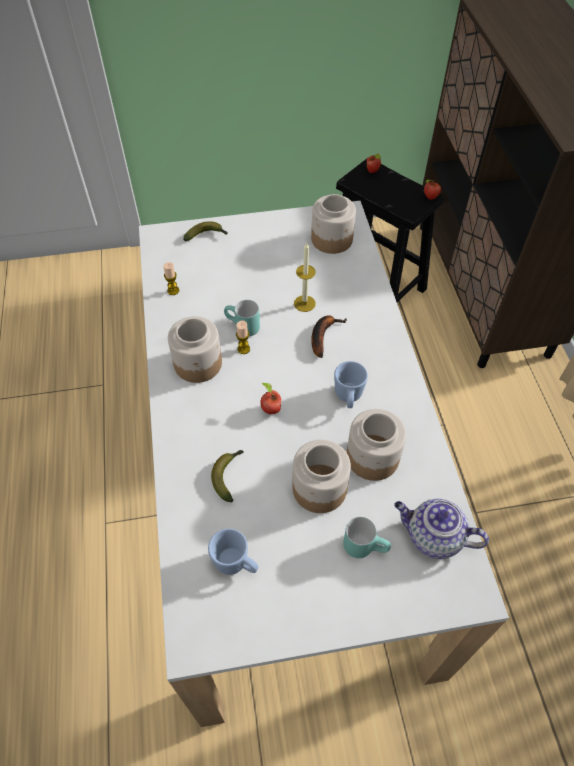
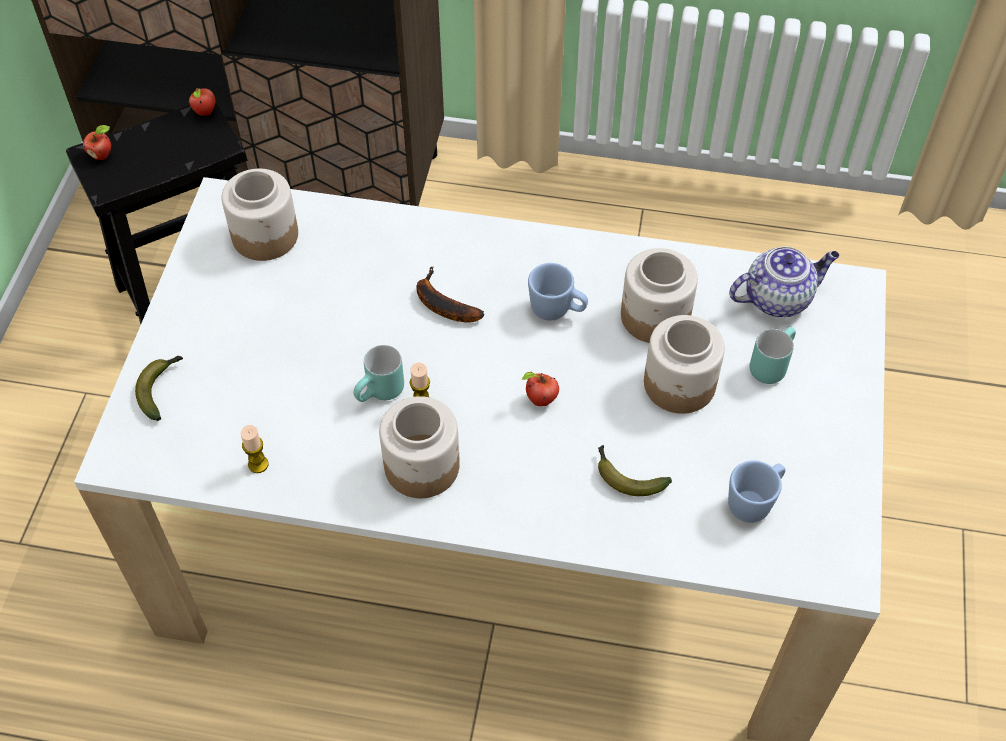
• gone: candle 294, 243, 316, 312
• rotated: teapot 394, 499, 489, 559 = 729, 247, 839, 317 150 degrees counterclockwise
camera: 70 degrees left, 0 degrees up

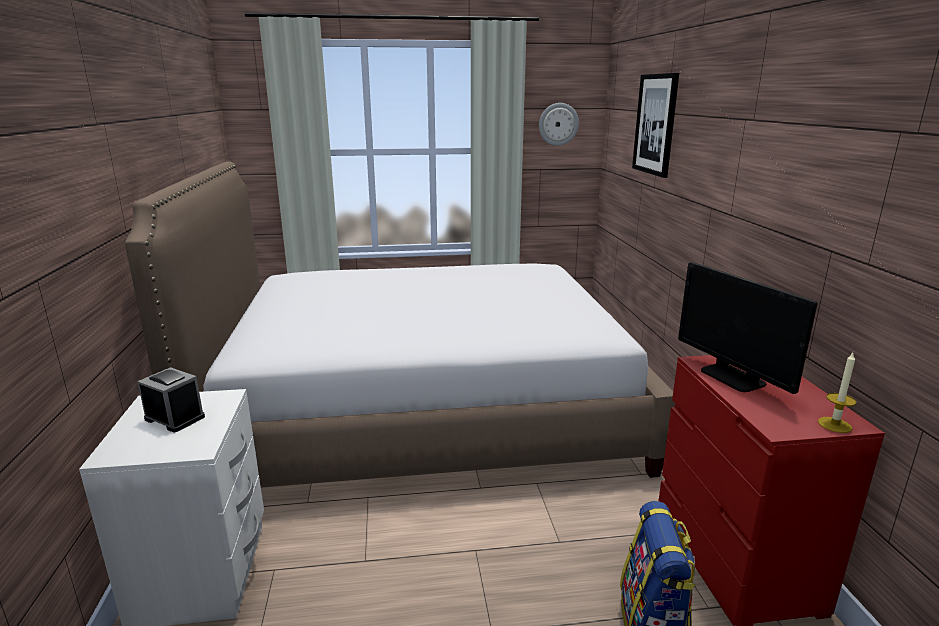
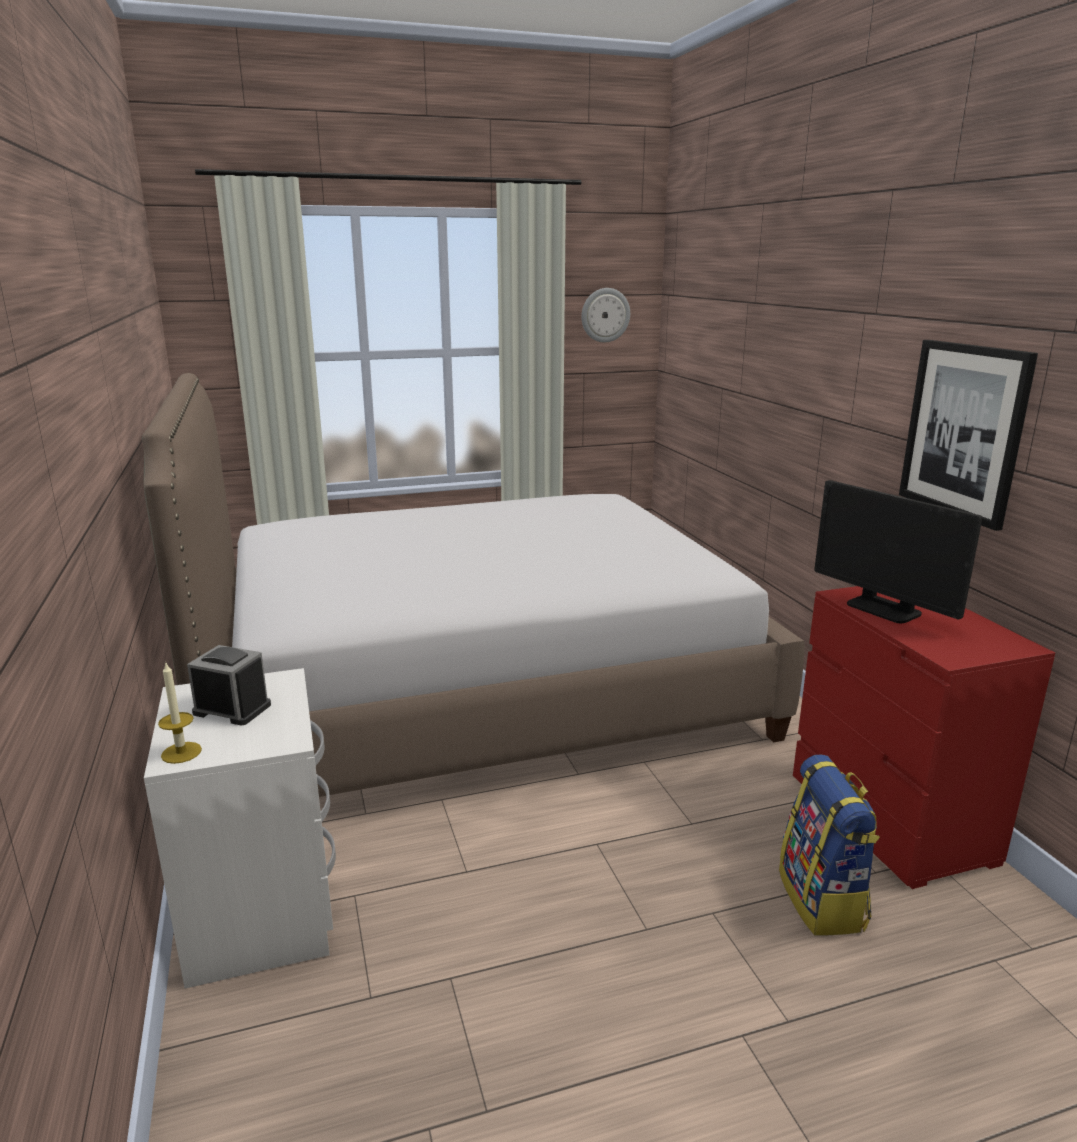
• shifted: picture 632, 73, 679, 178 to 899, 340, 1038, 531
• shifted: candle 818, 353, 857, 433 to 158, 663, 202, 764
camera: 10 degrees left, 0 degrees up

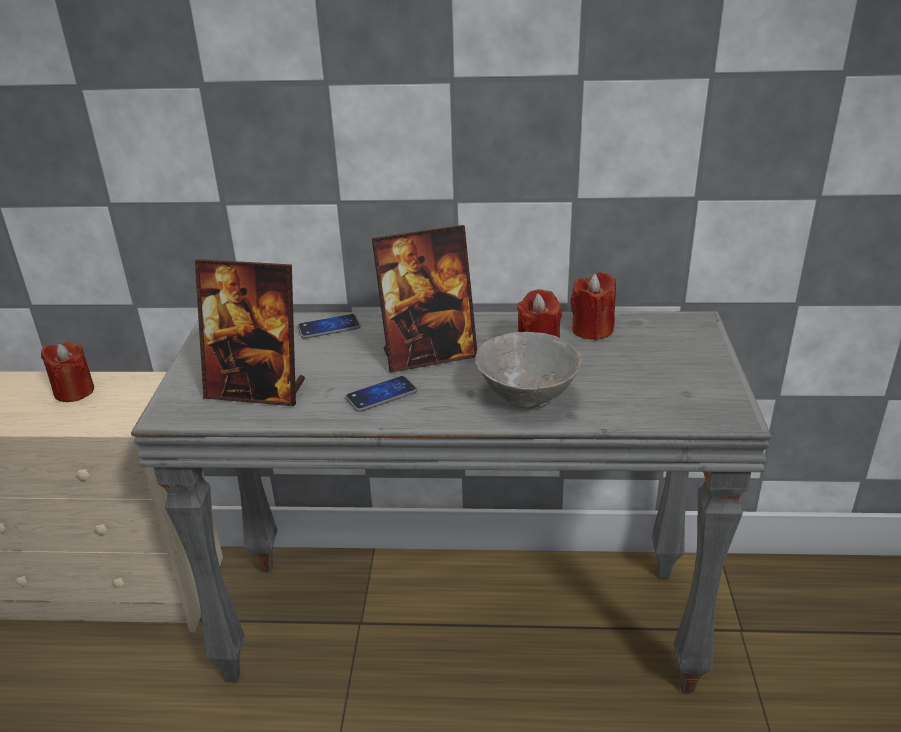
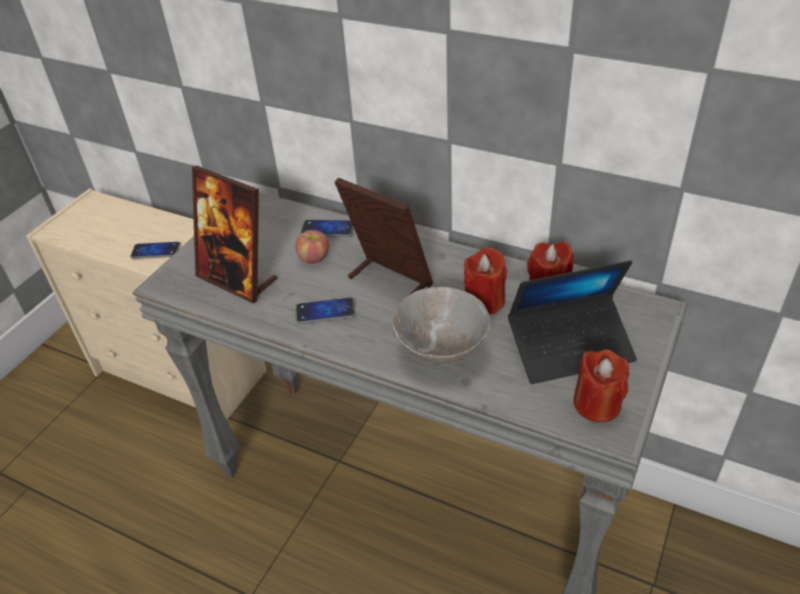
• shifted: candle (red) 41, 342, 94, 402 to 574, 349, 629, 423
• rotated: picture frame 372, 225, 477, 373 = 335, 178, 433, 295 150 degrees counterclockwise
• new: phone 130, 242, 181, 259
• new: apple 295, 230, 329, 264
• new: laptop 508, 260, 637, 384
camera: 25 degrees right, 10 degrees up

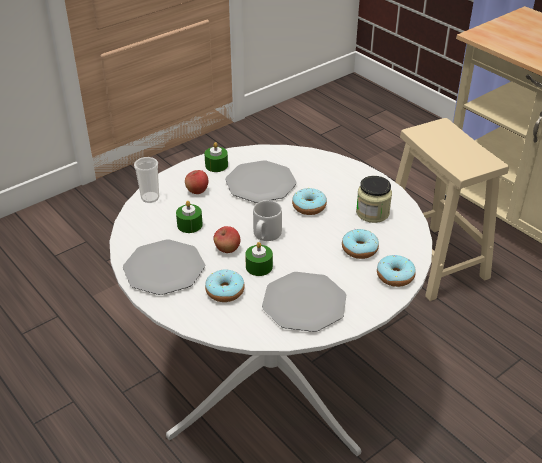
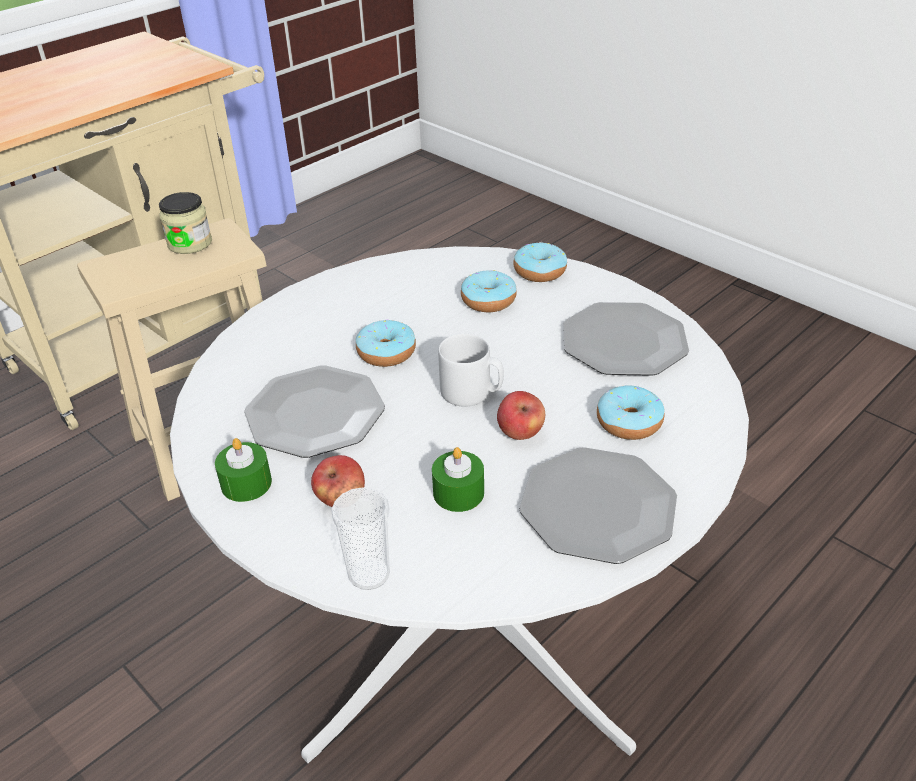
• gone: candle (green) 245, 242, 273, 276
• shifted: jar 356, 176, 392, 223 to 159, 192, 212, 254
camera: 95 degrees left, 0 degrees up

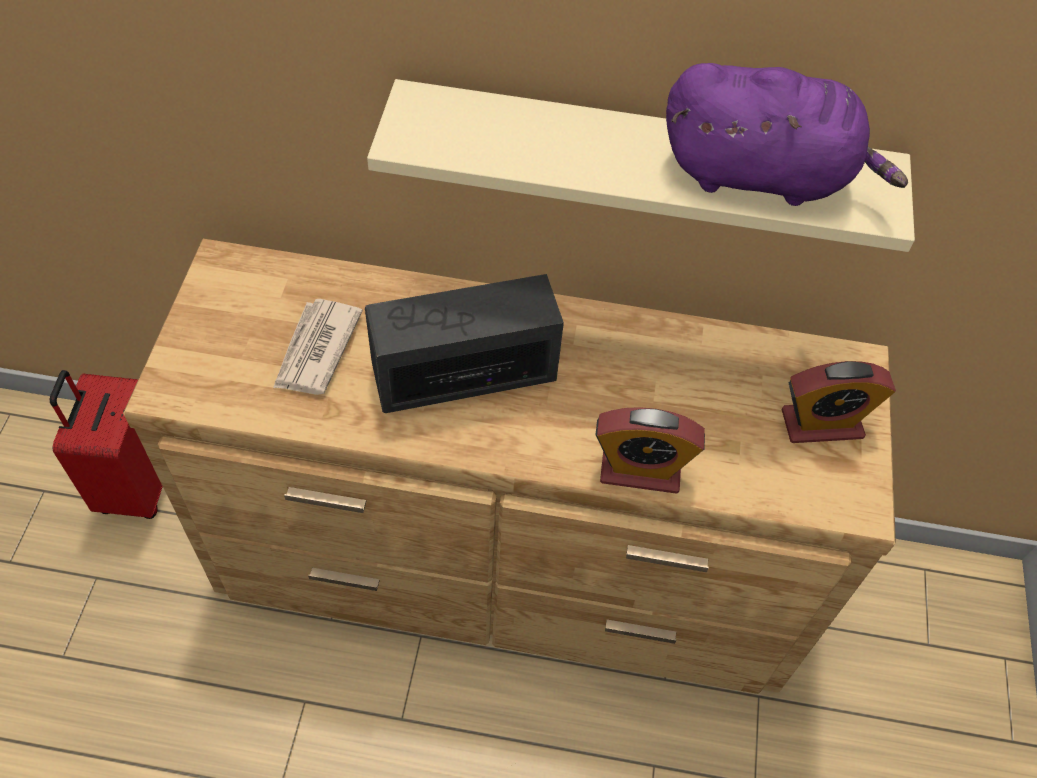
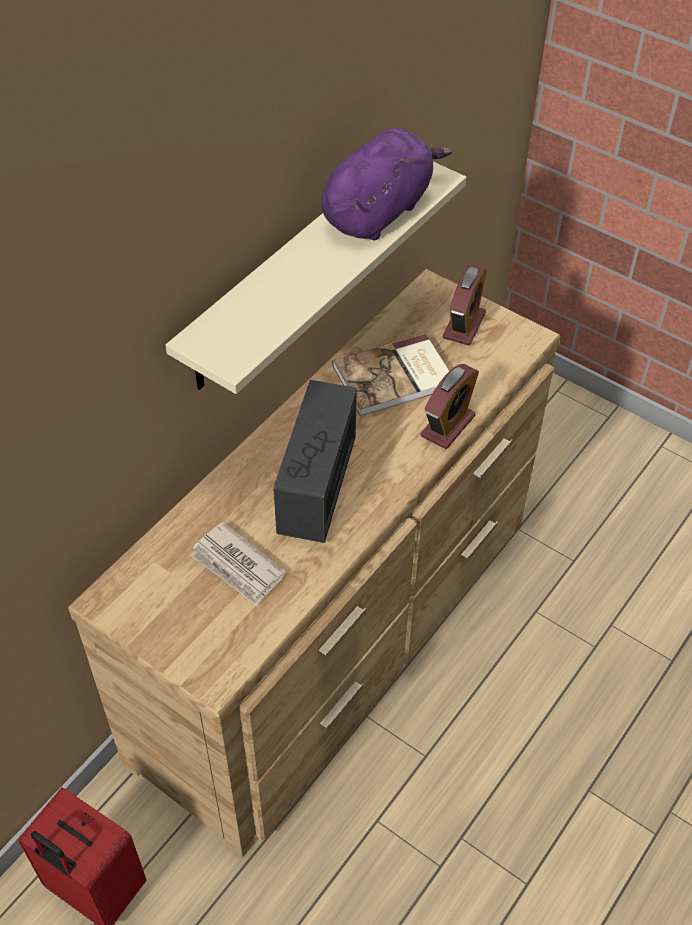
• new: book 332, 334, 449, 416
camera: 60 degrees left, 5 degrees down

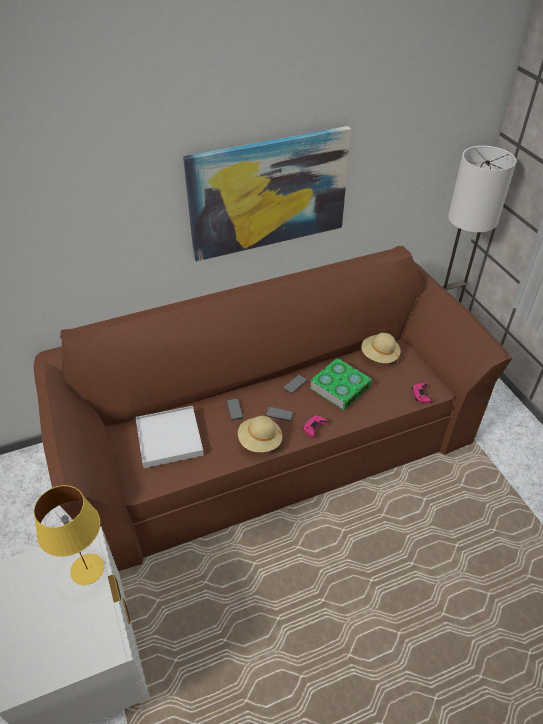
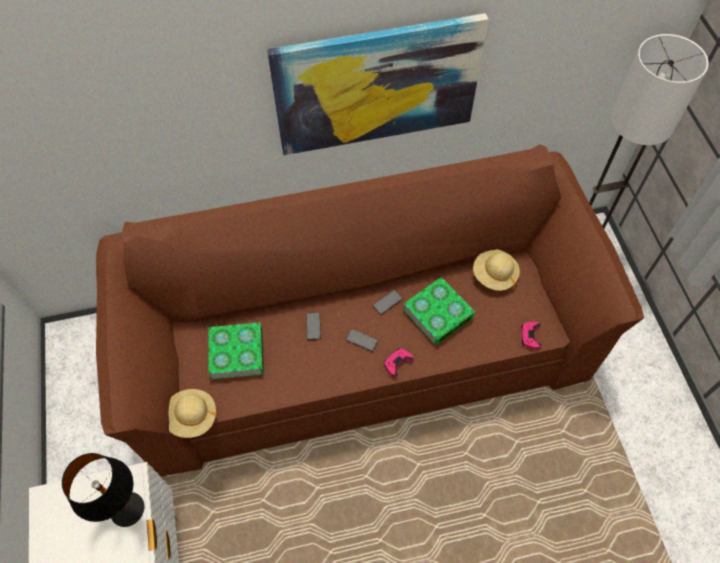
• repainted: table lamp (yellow) 34, 485, 104, 585 to table lamp (black) 62, 453, 144, 527
• swapped: tray (white) 136, 406, 204, 468 to book 208, 323, 264, 380
• shifted: hat (beige) 238, 416, 283, 452 to 169, 389, 218, 438
camera: 10 degrees right, 15 degrees up

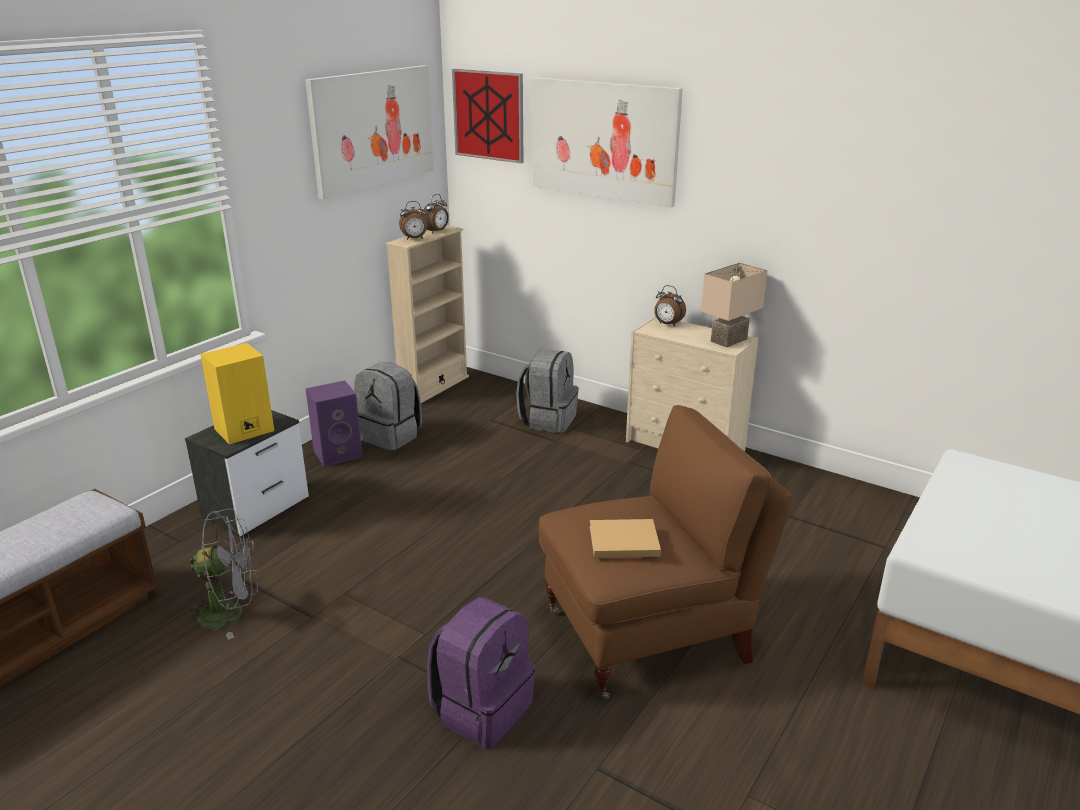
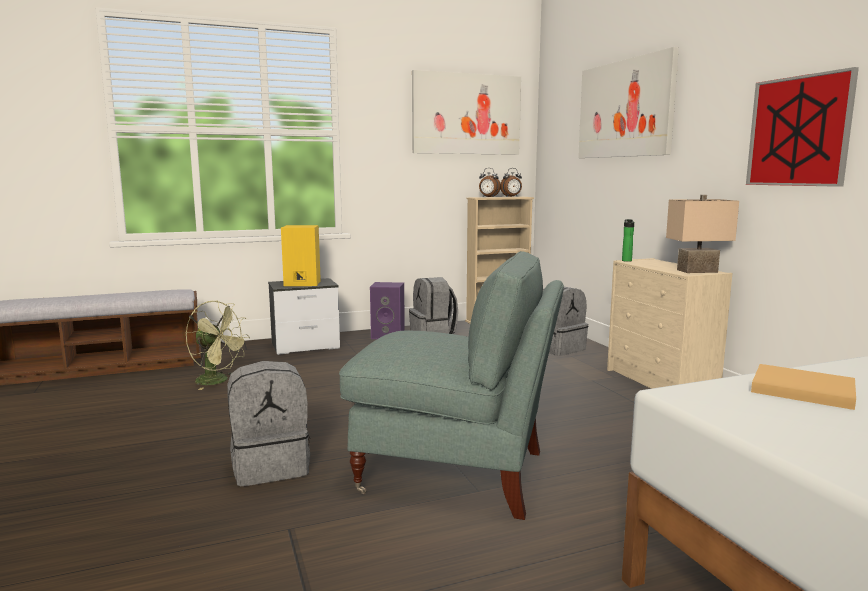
• repainted: fan (grey) 186, 508, 259, 640 to fan (green) 186, 301, 250, 390
• repainted: backpack (purple) 427, 597, 535, 748 to backpack (grey) 227, 361, 310, 487
• shifted: picture 452, 69, 524, 163 to 746, 67, 859, 187
• repainted: armchair (brown) 539, 405, 792, 699 to armchair (grey) 339, 251, 564, 520
• shifted: book (beige) 590, 519, 661, 558 to 751, 364, 856, 410
• gone: alarm clock 654, 285, 686, 326
• new: bottle 622, 219, 634, 262
camera: 35 degrees right, 15 degrees down

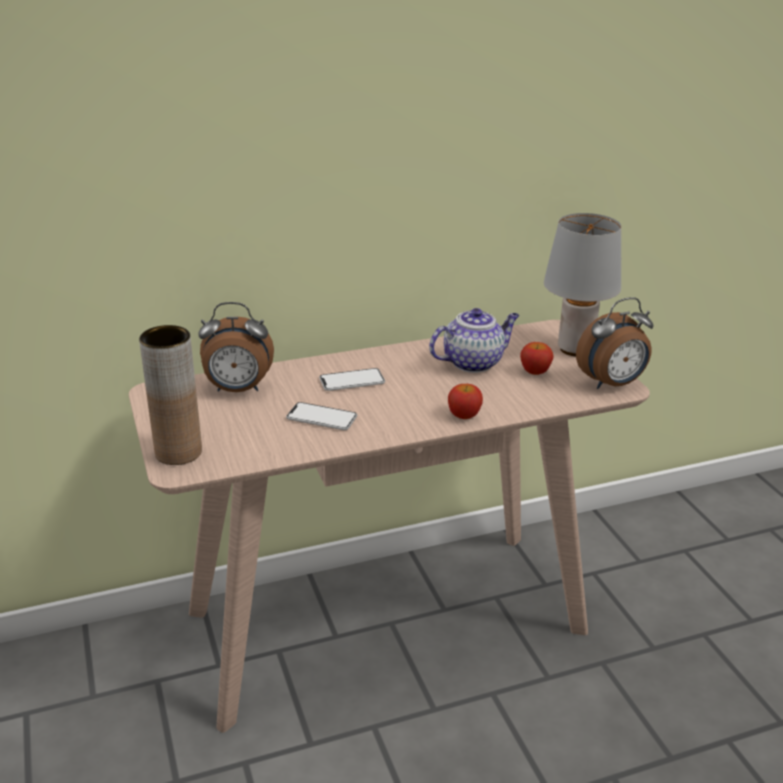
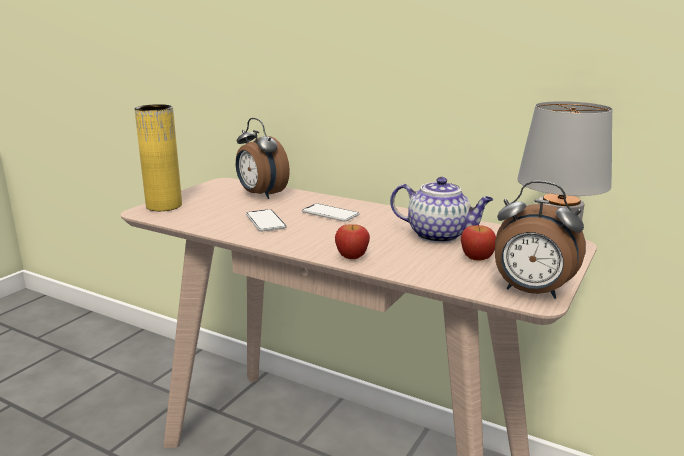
• repainted: vase (brown) 139, 325, 202, 465 to vase (yellow) 135, 104, 182, 211
camera: 50 degrees right, 10 degrees down

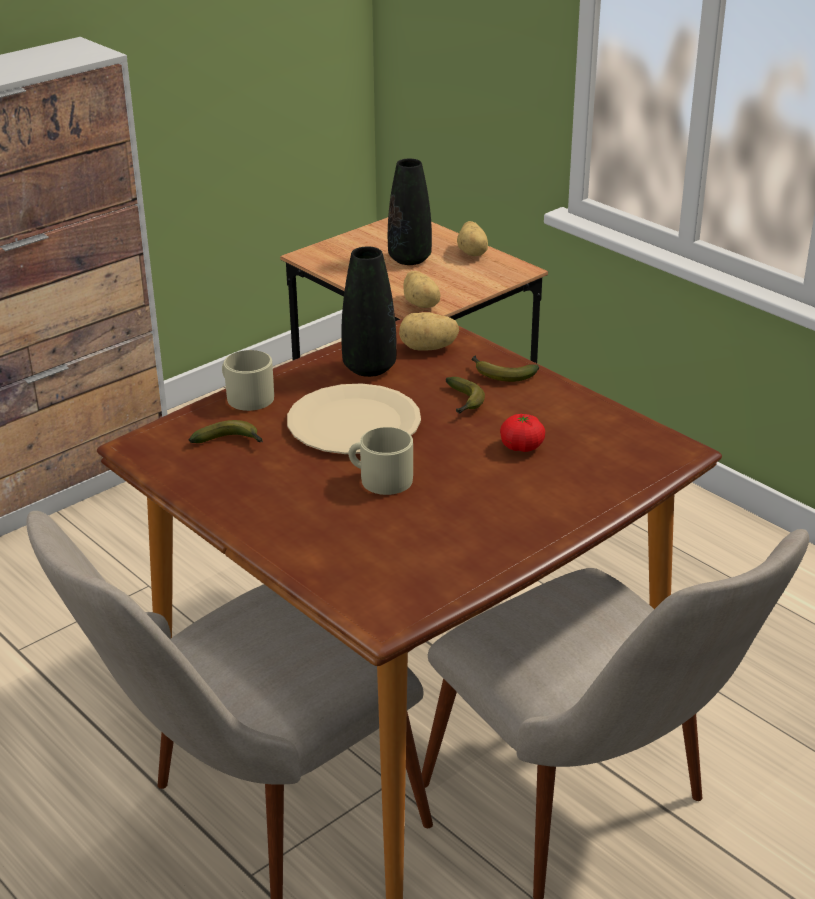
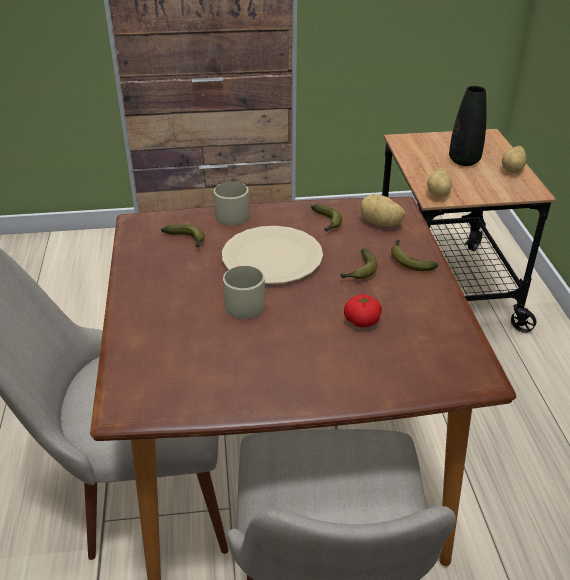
• swapped: vase (black) 341, 246, 397, 377 to banana 311, 204, 342, 232
camera: 35 degrees right, 5 degrees up

